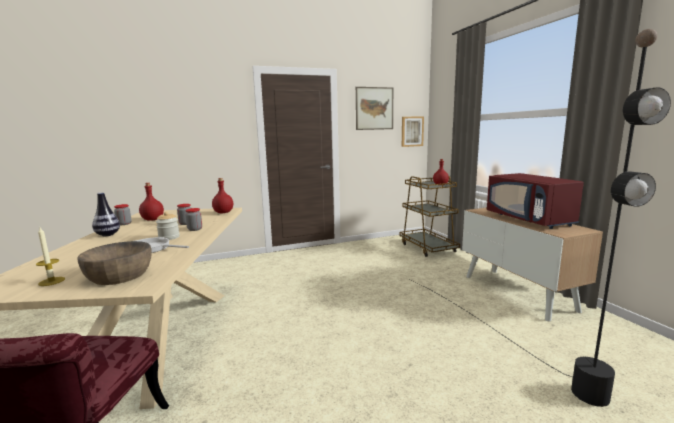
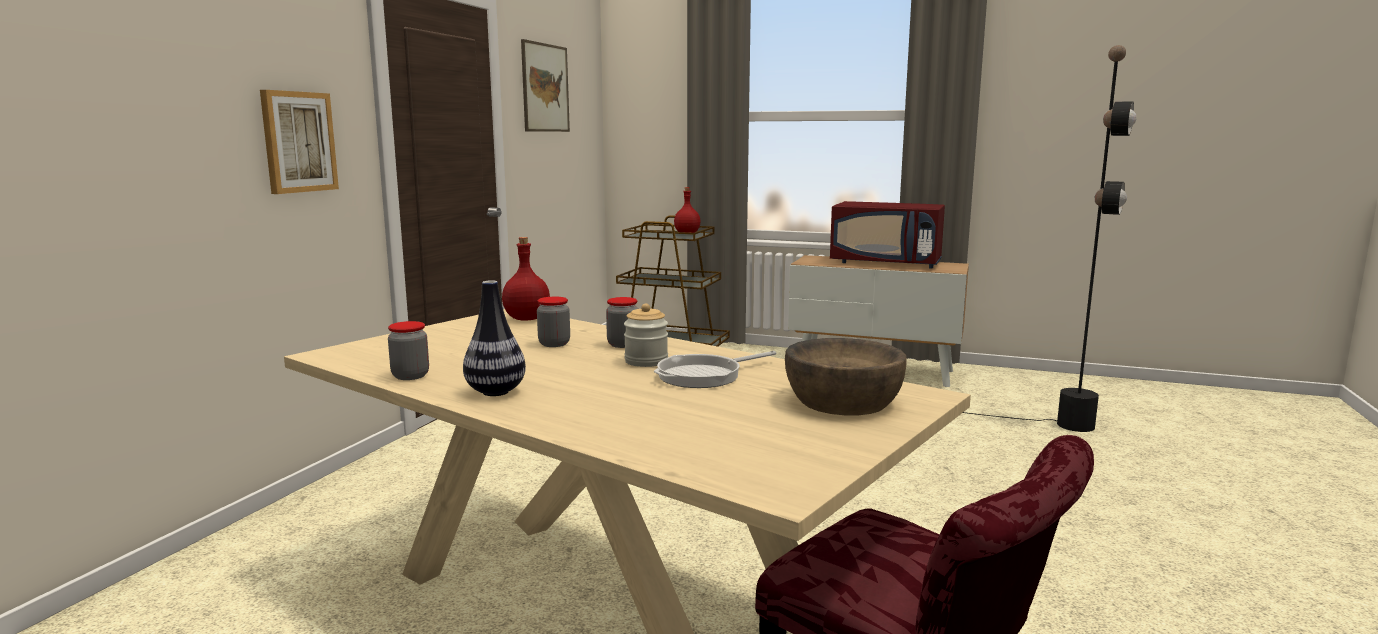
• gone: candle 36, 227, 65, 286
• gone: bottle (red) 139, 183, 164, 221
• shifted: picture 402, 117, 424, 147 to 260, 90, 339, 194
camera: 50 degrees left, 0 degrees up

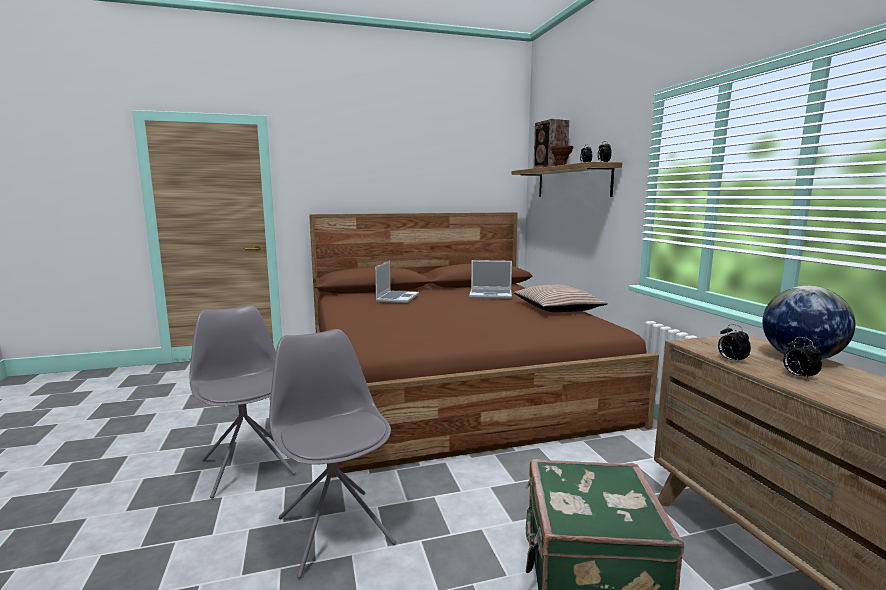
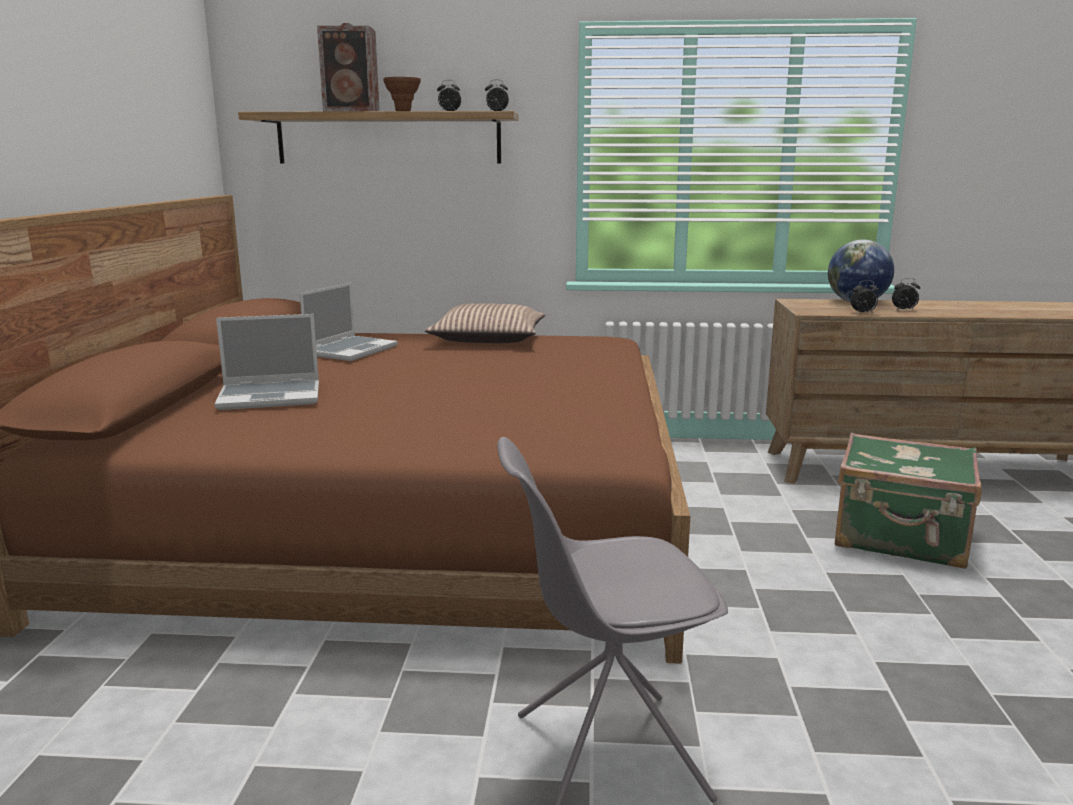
• gone: chair (grey) 269, 329, 396, 578
• rotated: laptop 375, 261, 419, 303 = 215, 314, 319, 410 135 degrees clockwise
camera: 70 degrees left, 5 degrees up

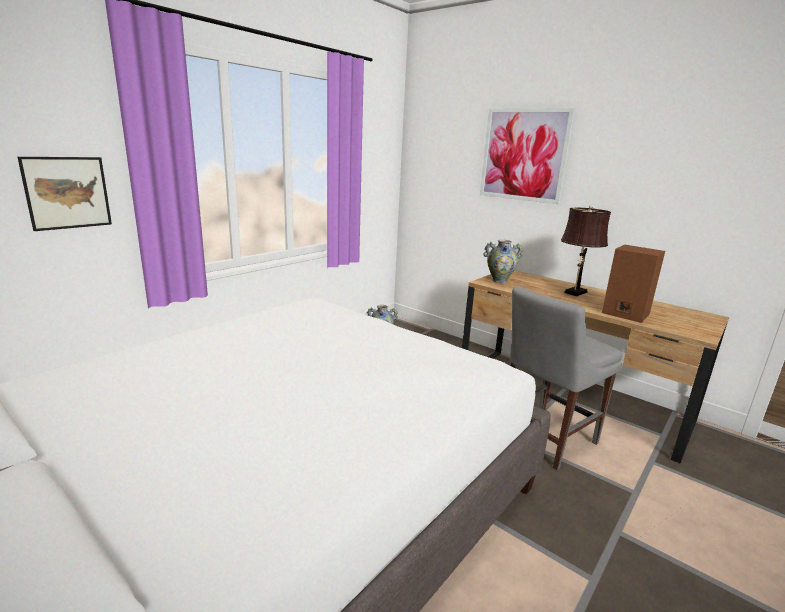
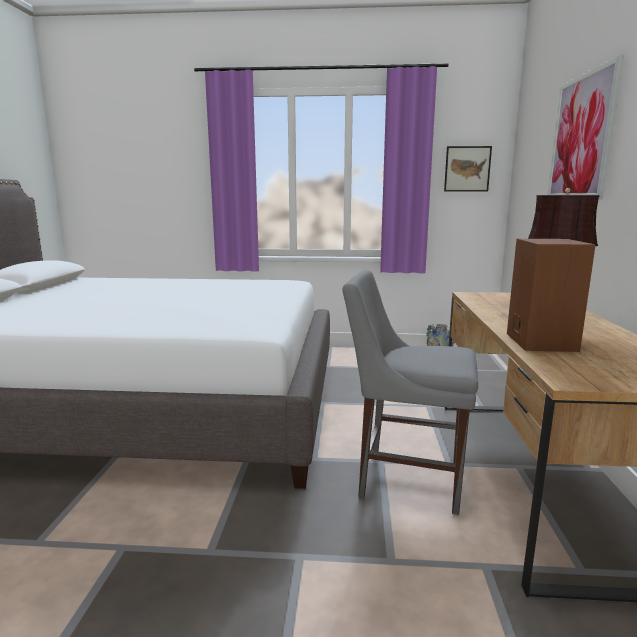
• shifted: picture 17, 157, 112, 231 to 444, 146, 492, 192
• gone: vase 484, 240, 523, 283
camera: 55 degrees right, 5 degrees down

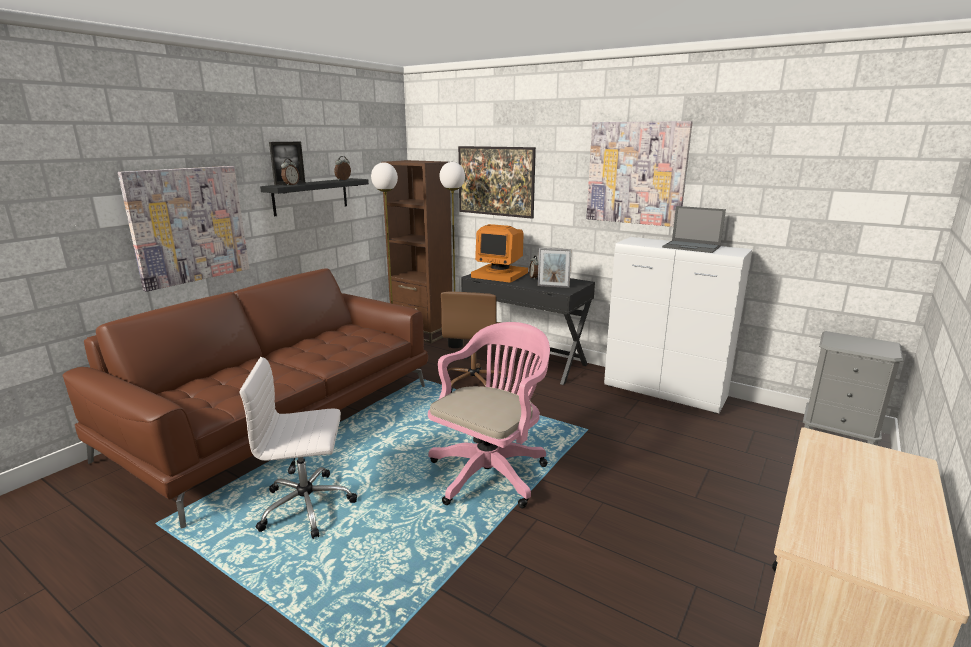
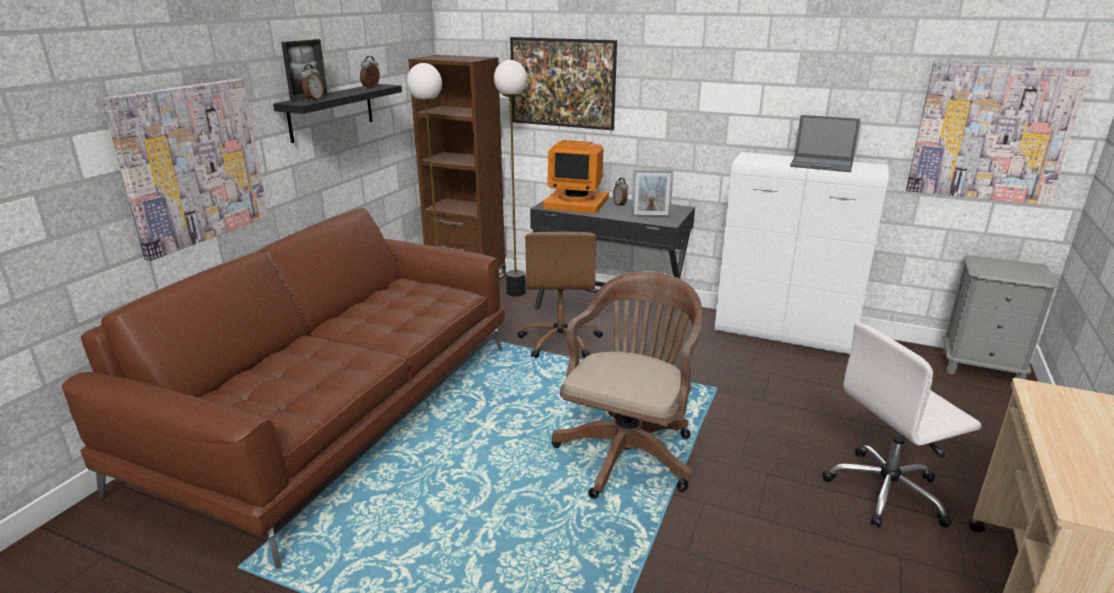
• shifted: office chair (white) 240, 357, 357, 539 to 822, 322, 981, 528
• repainted: office chair (pink) 428, 322, 550, 508 to office chair (brown) 552, 271, 702, 499
• shifted: picture 586, 121, 693, 227 to 906, 62, 1091, 205
camera: 10 degrees left, 5 degrees up

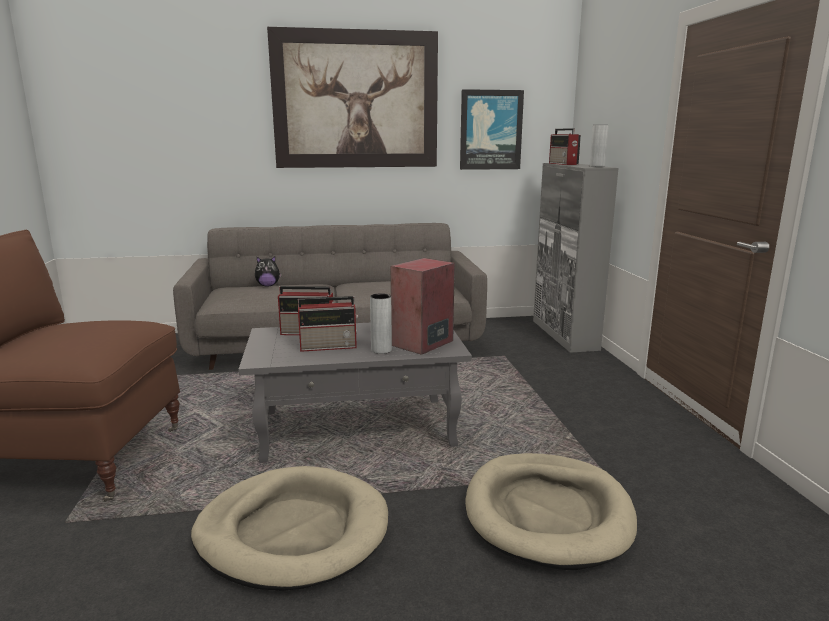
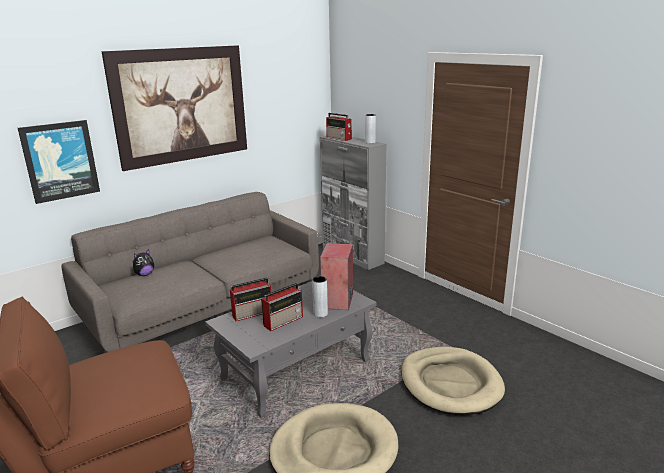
• shifted: picture 460, 89, 524, 170 to 18, 120, 100, 204
camera: 30 degrees left, 5 degrees up

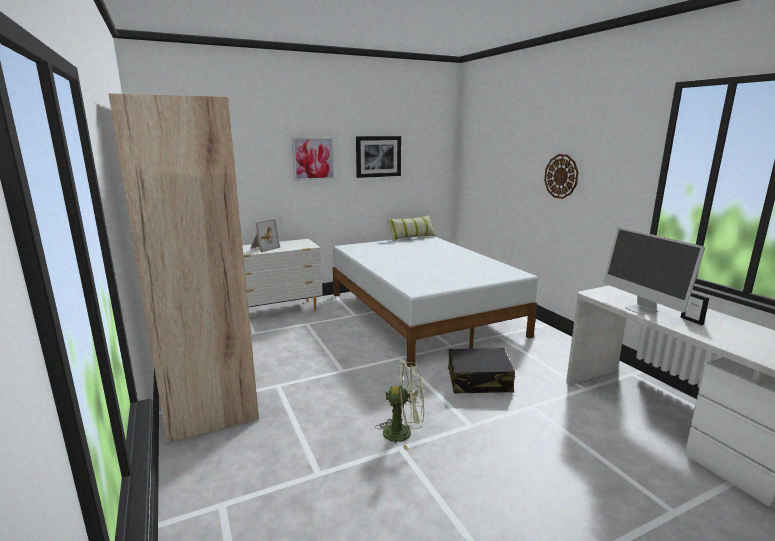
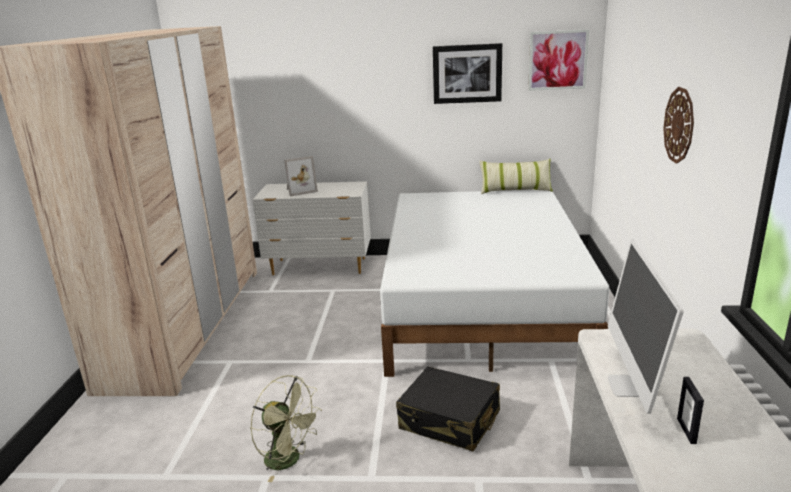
• shifted: picture 292, 137, 335, 181 to 528, 29, 589, 91
camera: 30 degrees right, 5 degrees up

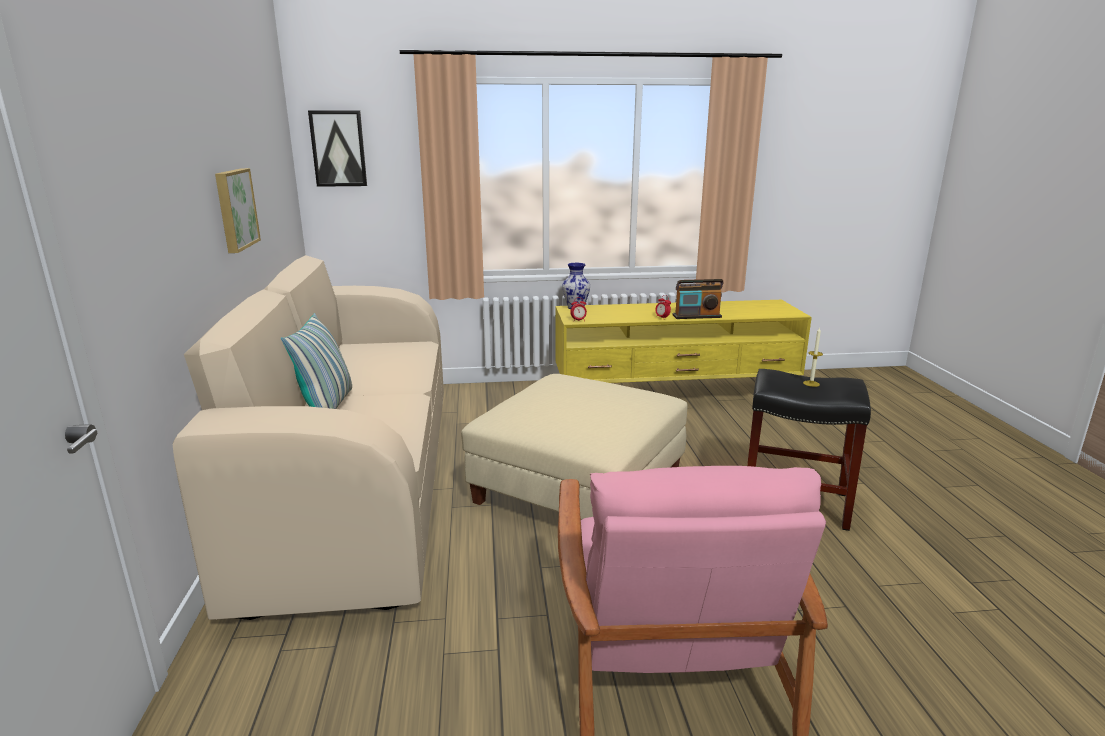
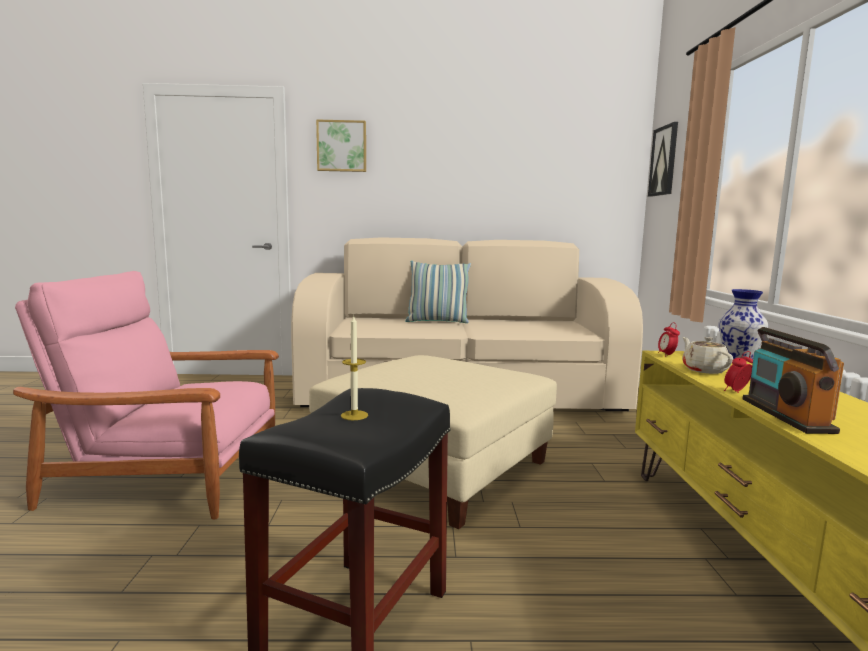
• shifted: picture 215, 168, 261, 253 to 316, 119, 366, 172
• new: teapot (beige) 682, 337, 733, 374
camera: 95 degrees right, 10 degrees down

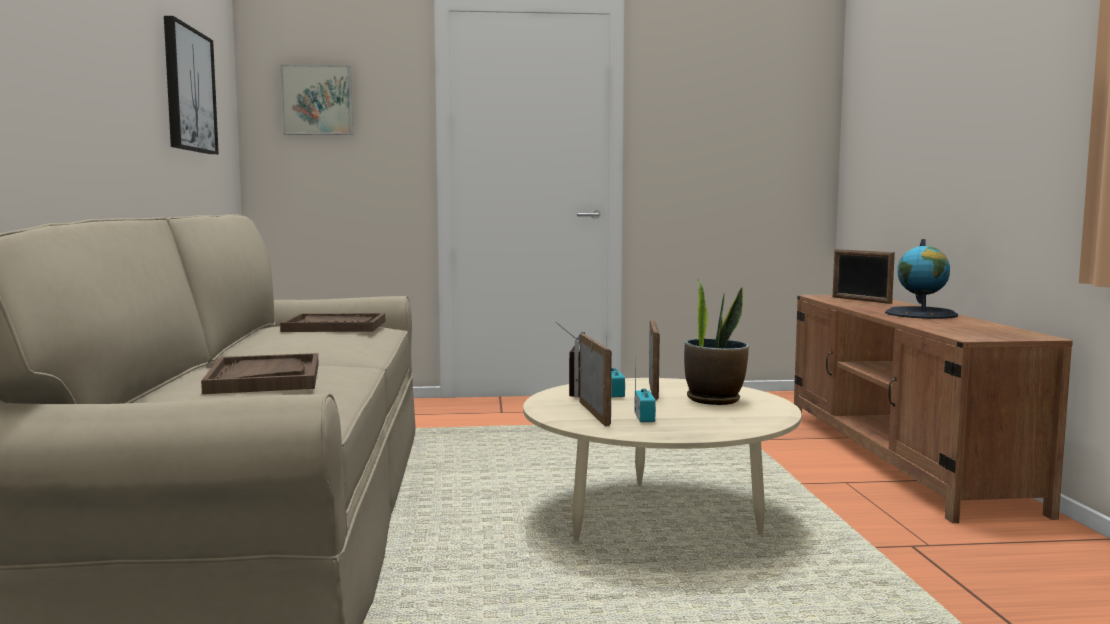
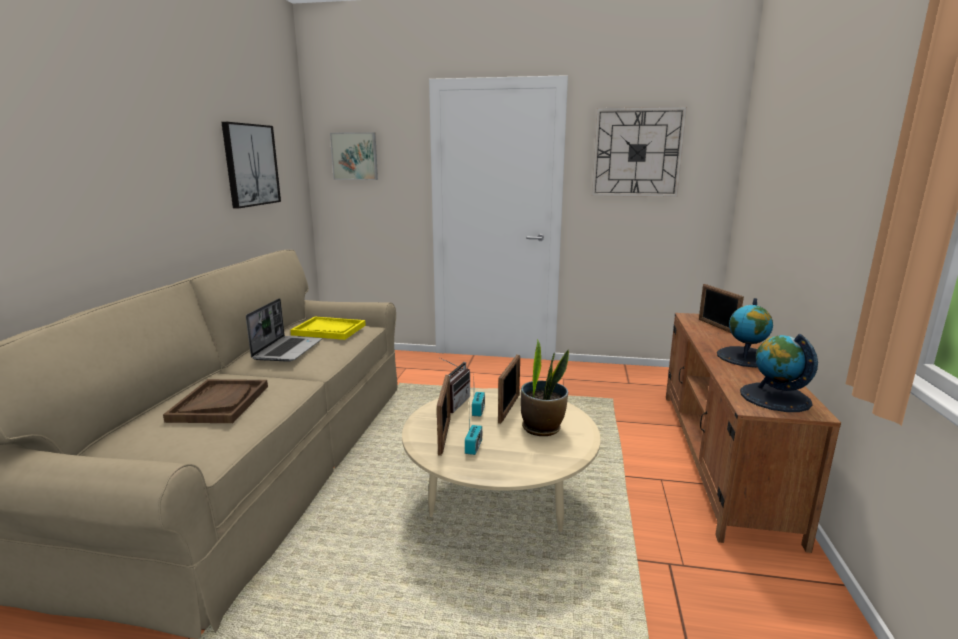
• repainted: tray (brown) 280, 313, 385, 332 to tray (yellow) 290, 316, 366, 340
• new: laptop 246, 298, 322, 362
• new: wall clock 591, 107, 687, 197
• new: globe 740, 334, 818, 412
camera: 15 degrees right, 10 degrees up

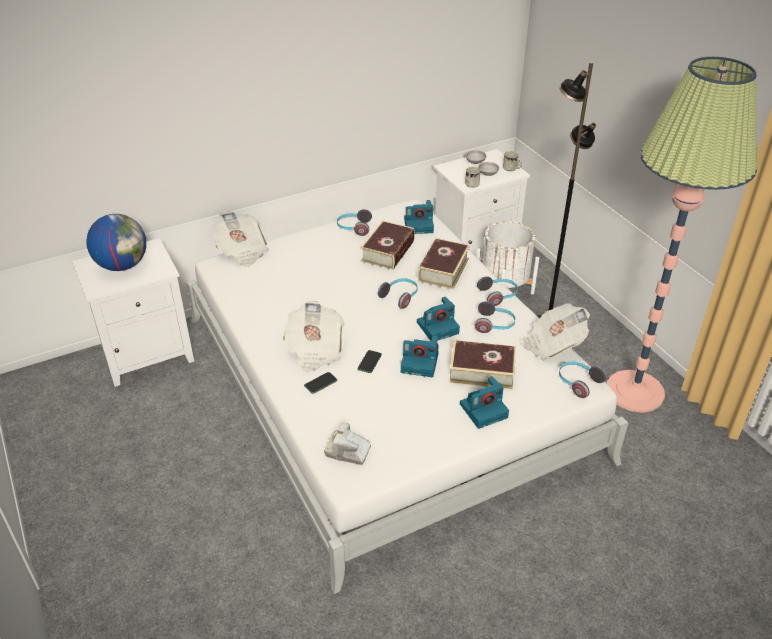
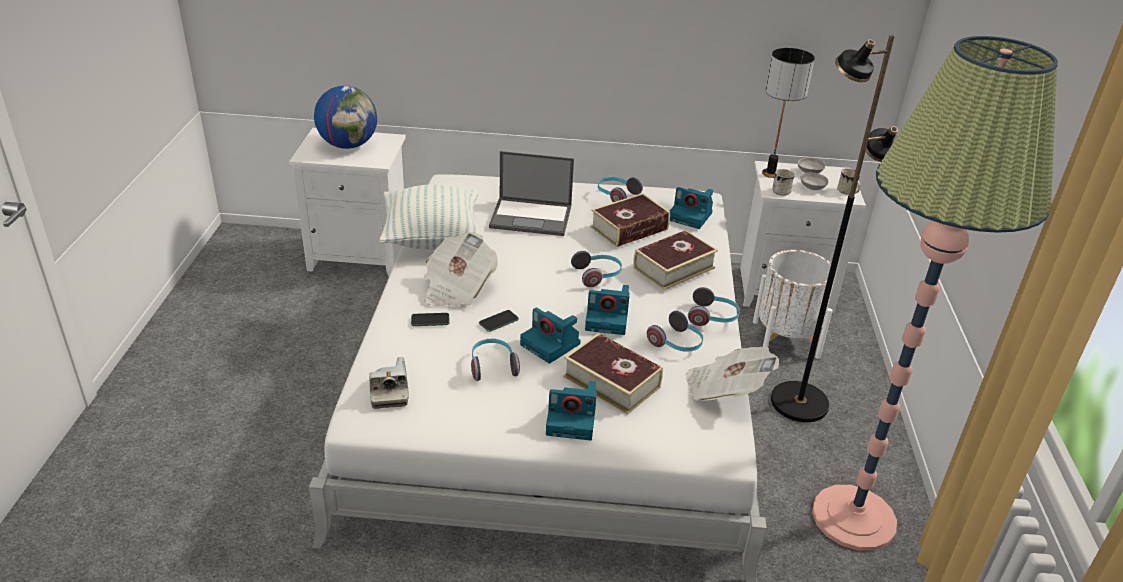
• gone: newspaper 212, 211, 269, 267
• rotated: photo camera 324, 423, 371, 465 = 369, 357, 409, 409 150 degrees counterclockwise
• shifted: headphones 559, 362, 606, 398 to 471, 339, 520, 381
• new: pillow 379, 184, 482, 250
• new: laptop 489, 151, 574, 236
• new: table lamp 762, 48, 815, 178
camera: 30 degrees right, 5 degrees down

